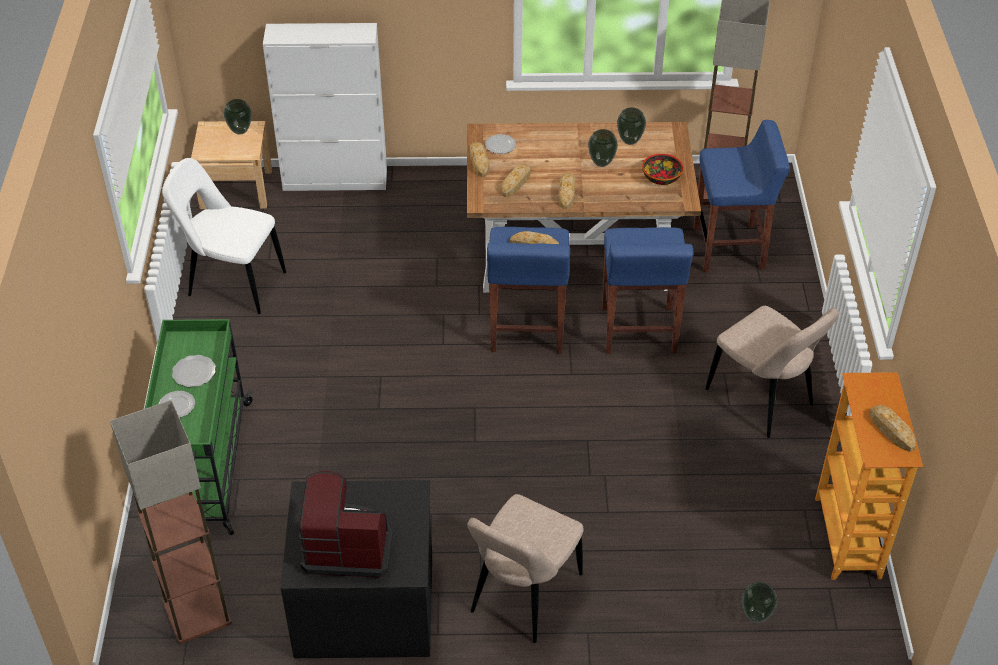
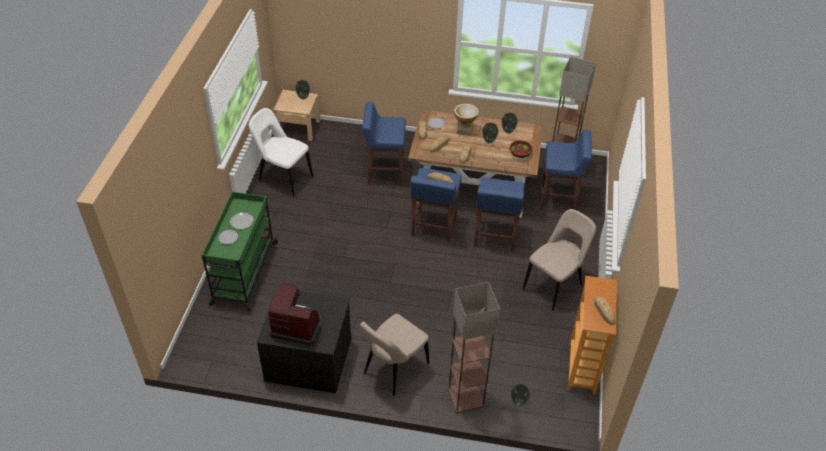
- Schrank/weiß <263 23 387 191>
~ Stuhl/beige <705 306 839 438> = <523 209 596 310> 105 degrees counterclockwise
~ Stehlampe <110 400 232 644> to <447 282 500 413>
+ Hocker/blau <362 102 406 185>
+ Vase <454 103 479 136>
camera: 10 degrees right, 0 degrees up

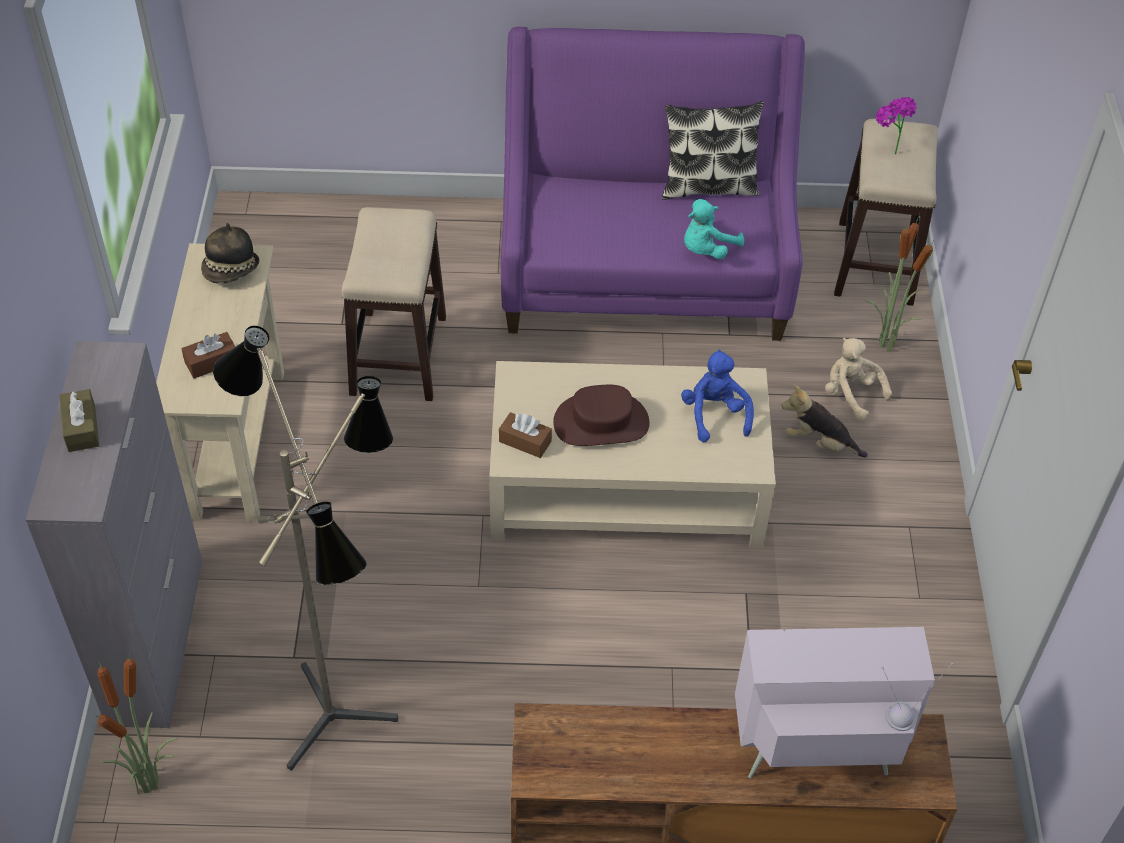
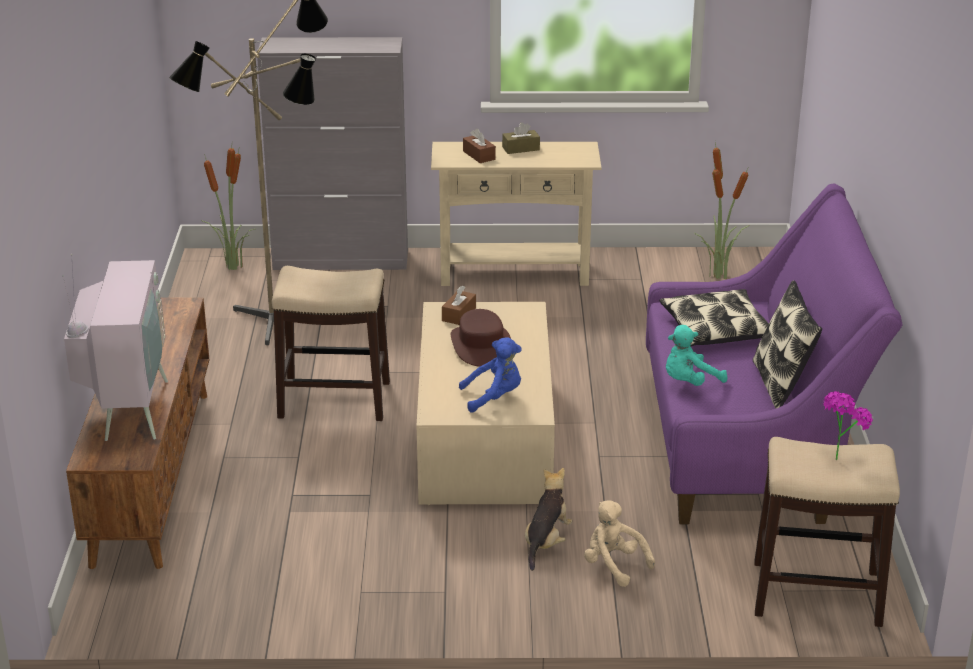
~ Plüschtier/türkis <684 199 744 259> = <666 325 728 386> 75 degrees counterclockwise
~ Hocker <342 207 446 401> to <272 266 390 421>
~ Topfpflanze <865 214 933 352> to <694 142 749 279>
- Hut <201 223 259 284>
~ Plüschtier/beige <825 338 892 421> = <584 500 655 587> 90 degrees counterclockwise
~ Taschentuchbox/braun <59 389 99 452> to <502 122 540 154>
+ Kissen <660 289 769 346>
camera: 90 degrees right, 20 degrees down

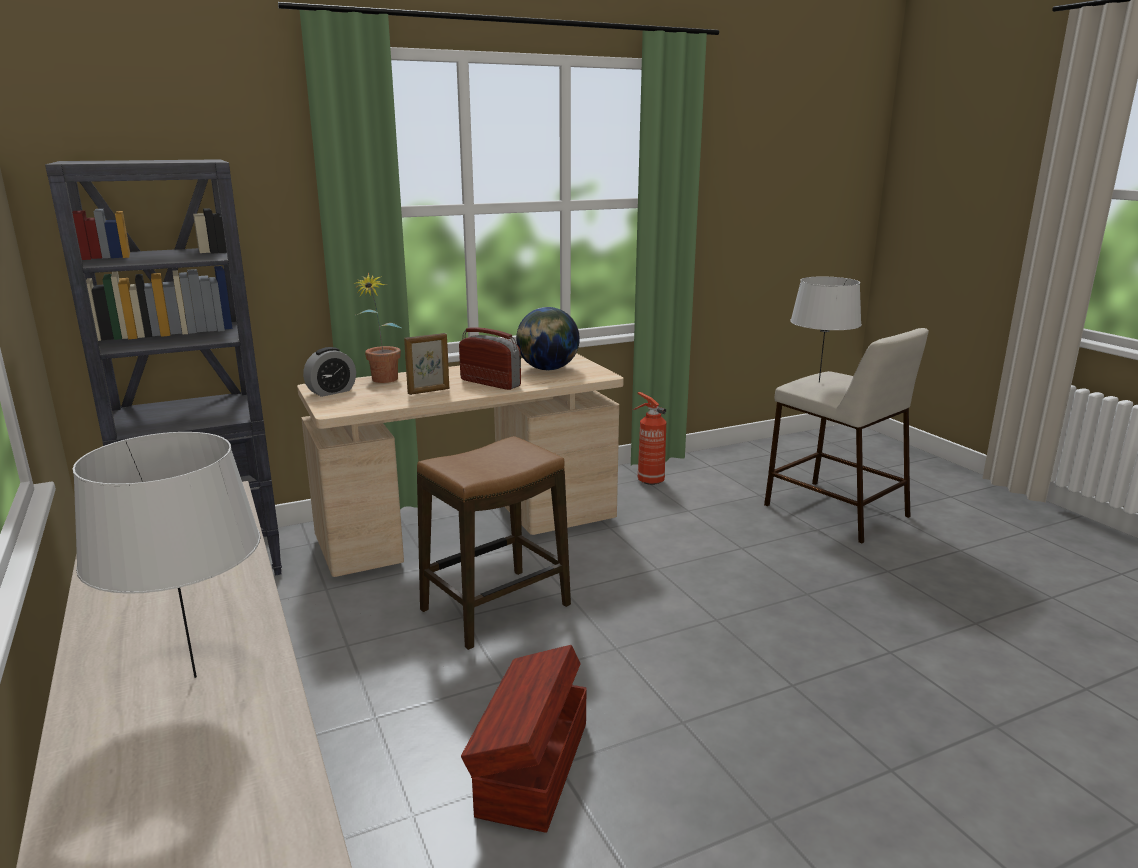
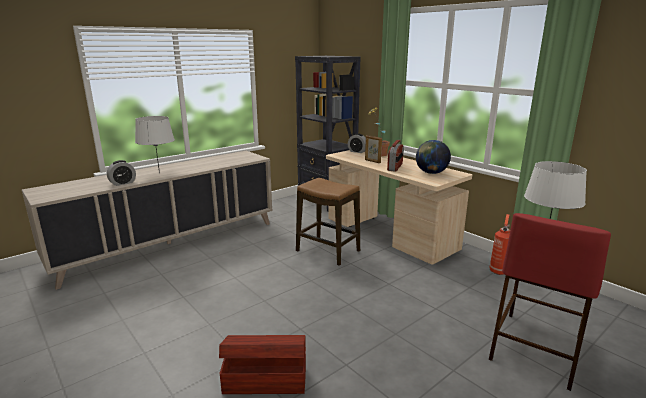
~ Hocker/beige <764 328 929 544> to Hocker/rot <489 213 611 391>
~ Aufbewahrungsbox/braun <461 645 587 833> to <219 335 306 394>
+ Wecker <107 160 136 186>
camera: 75 degrees right, 0 degrees up

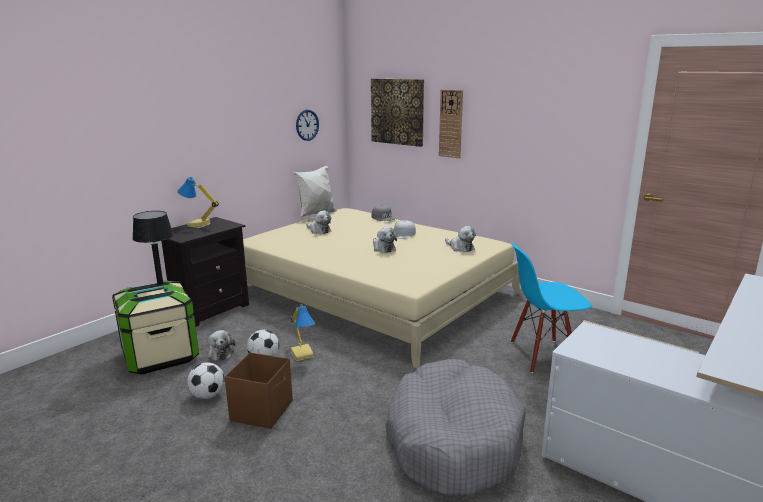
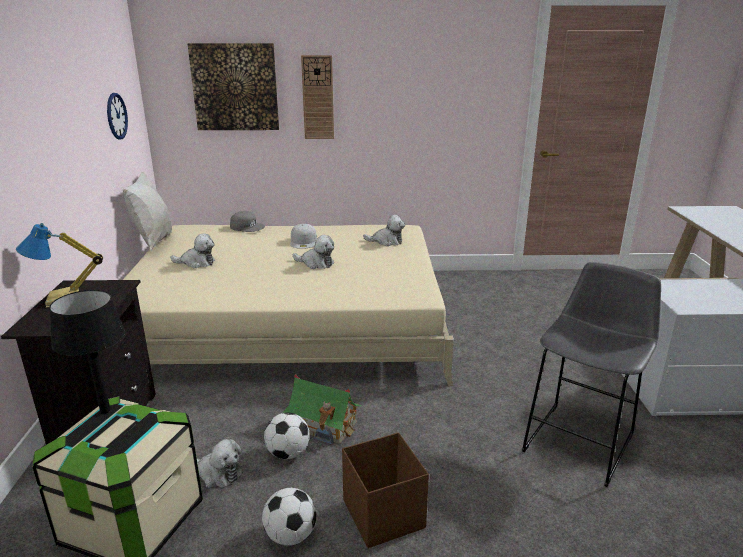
- Stuhl/blau <511 243 591 373>
~ Tischlampe <291 304 316 361> to Spielzeughaus <283 374 362 444>
~ Hundebett/grau <385 359 526 497> to Hocker/grau <522 262 661 487>
camera: 40 degrees left, 5 degrees up

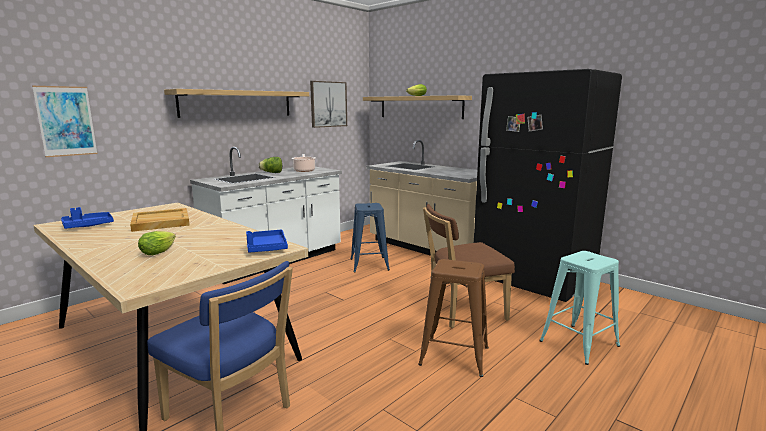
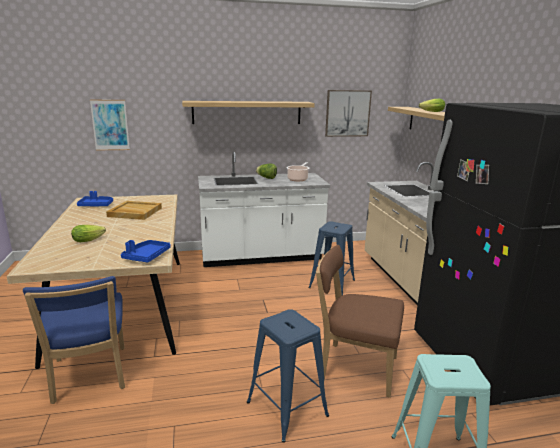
~ Hocker/braun <418 259 489 377> to Hocker/blau <247 309 329 443>
camera: 35 degrees right, 5 degrees up

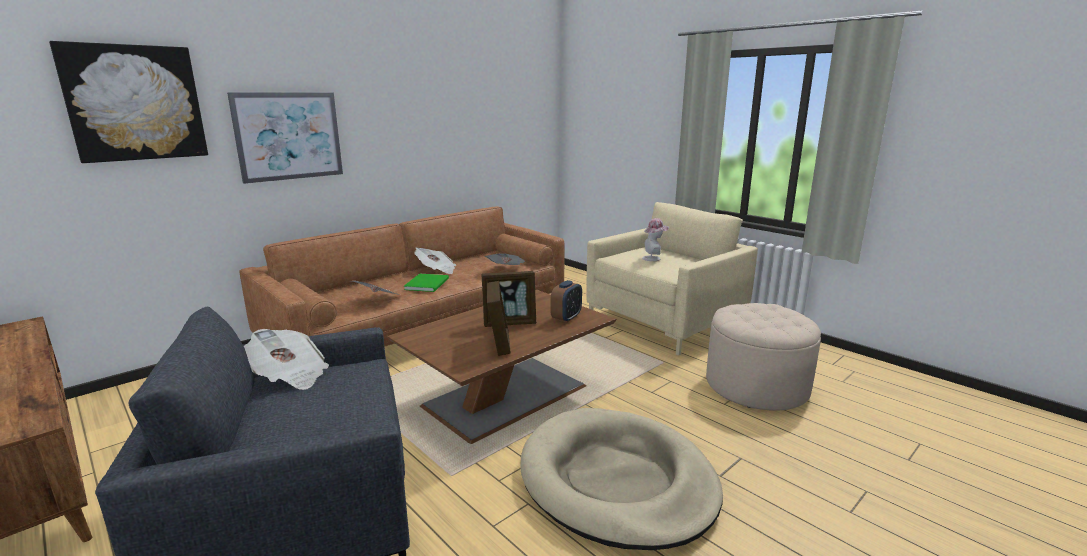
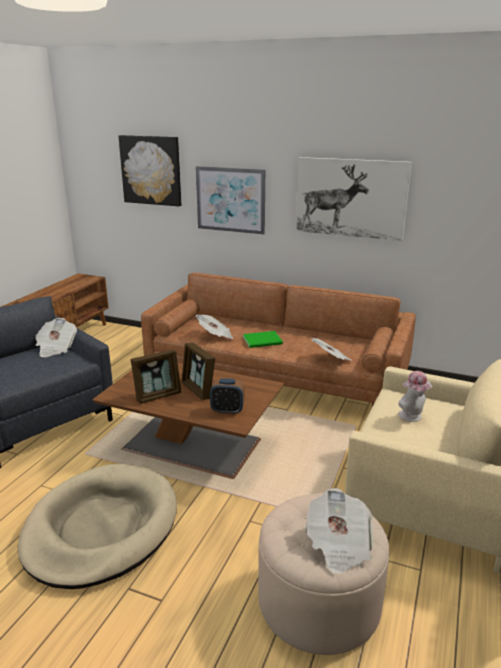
~ Zeitung <414 247 456 274> to <305 488 373 574>
+ Bild <296 157 412 241>
camera: 65 degrees right, 5 degrees up

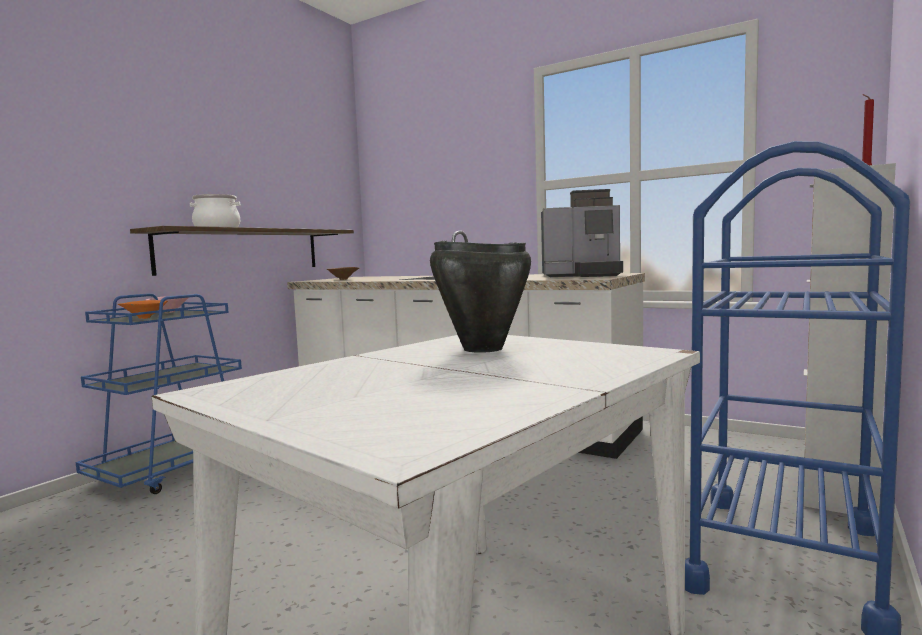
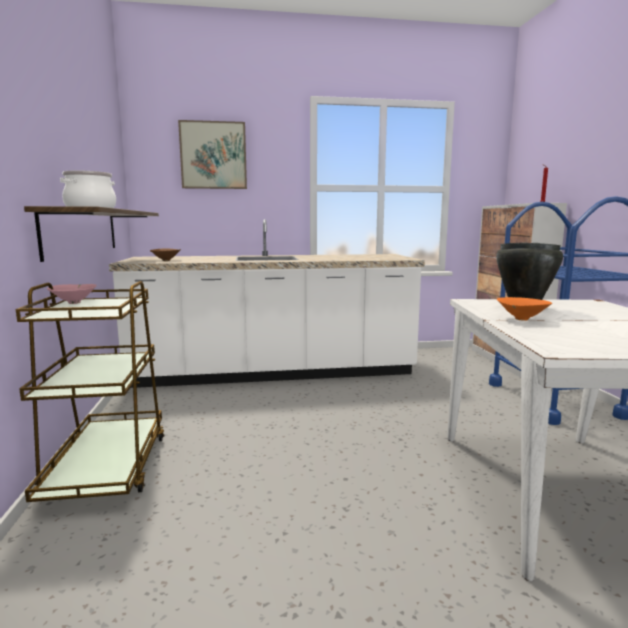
- Kaffeemaschine <541 189 623 277>
~ Rollwagen/blau <76 293 242 494> to Rollwagen/braun <16 281 165 502>
~ Schüssel/orange <118 300 168 319> to <497 297 552 321>
+ Bild <178 120 247 189>
camera: 40 degrees left, 5 degrees up

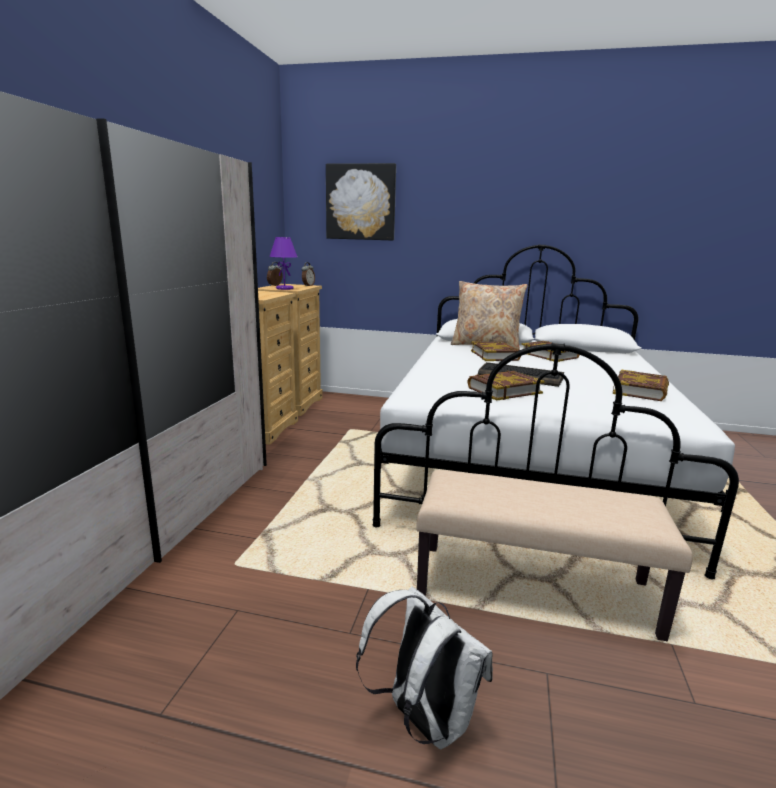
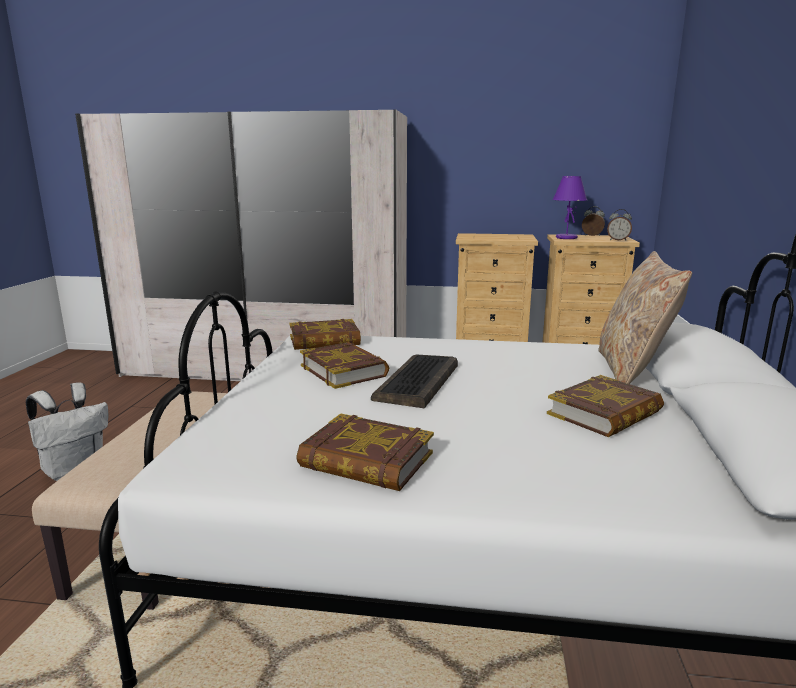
- Bild <326 163 396 241>
~ Buch <471 341 521 361> to <289 319 361 350>
camera: 85 degrees right, 0 degrees up

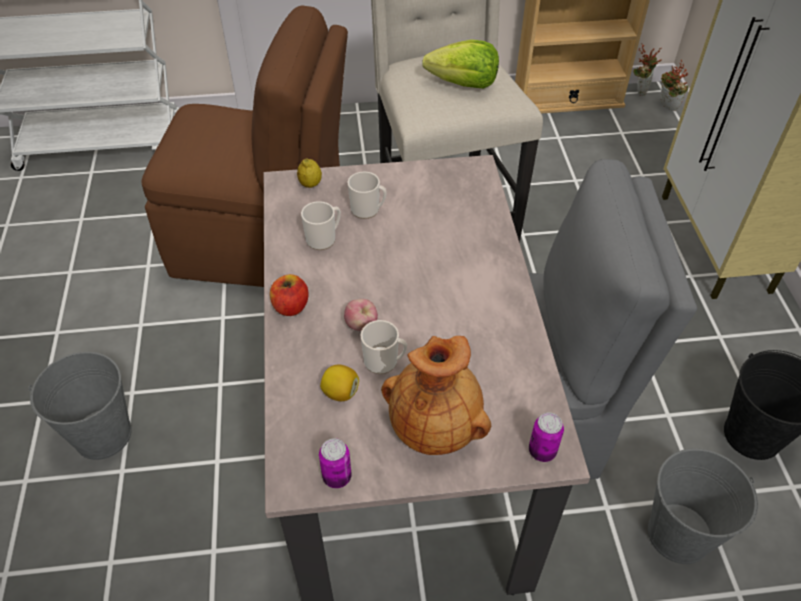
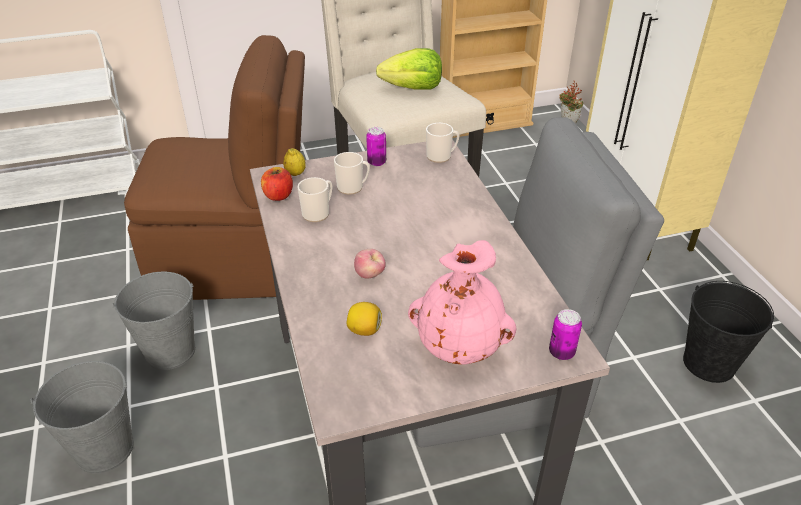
- Topfpflanze <633 43 662 96>
~ Apfel <270 274 309 316> to <261 167 293 201>
~ Henkelbecher <361 320 407 374> to <426 123 459 163>
~ Vase/braun <381 336 491 455> to Vase/rosa <408 240 516 365>
~ Dose <319 438 352 488> to <366 127 386 166>
~ Eimer/grau <648 448 758 564> to <112 272 195 370>
camera: 10 degrees left, 10 degrees down

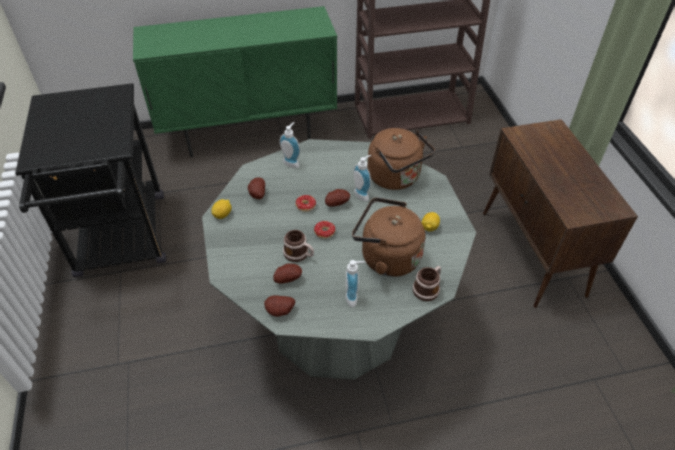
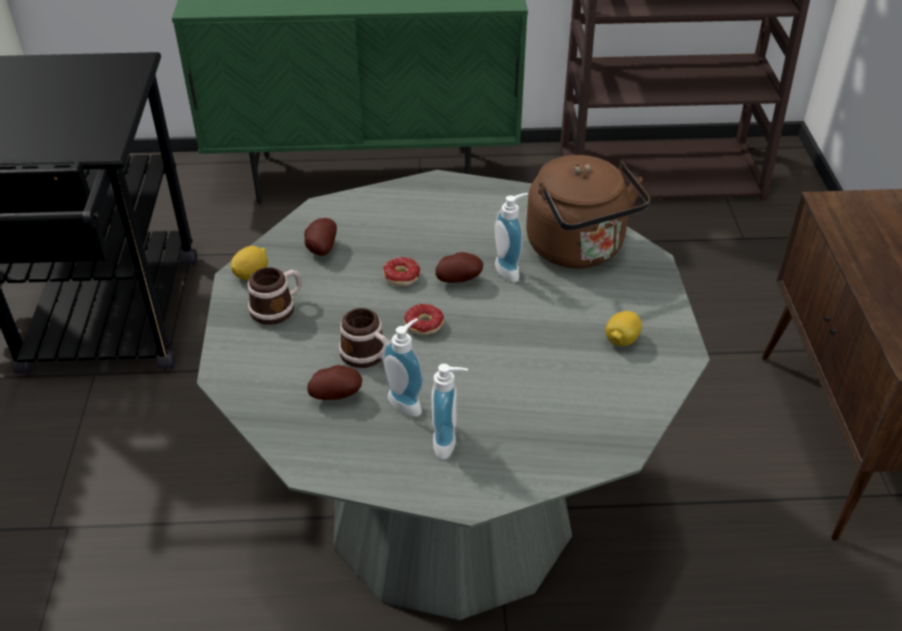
~ Seifenspender <280 122 300 168> to <382 318 424 417>
- Wasserkessel/braun <352 197 425 277>
~ Henkelbecher <413 266 441 301> to <248 267 302 325>
- Kartoffel <264 295 295 317>
camera: 10 degrees right, 5 degrees down

